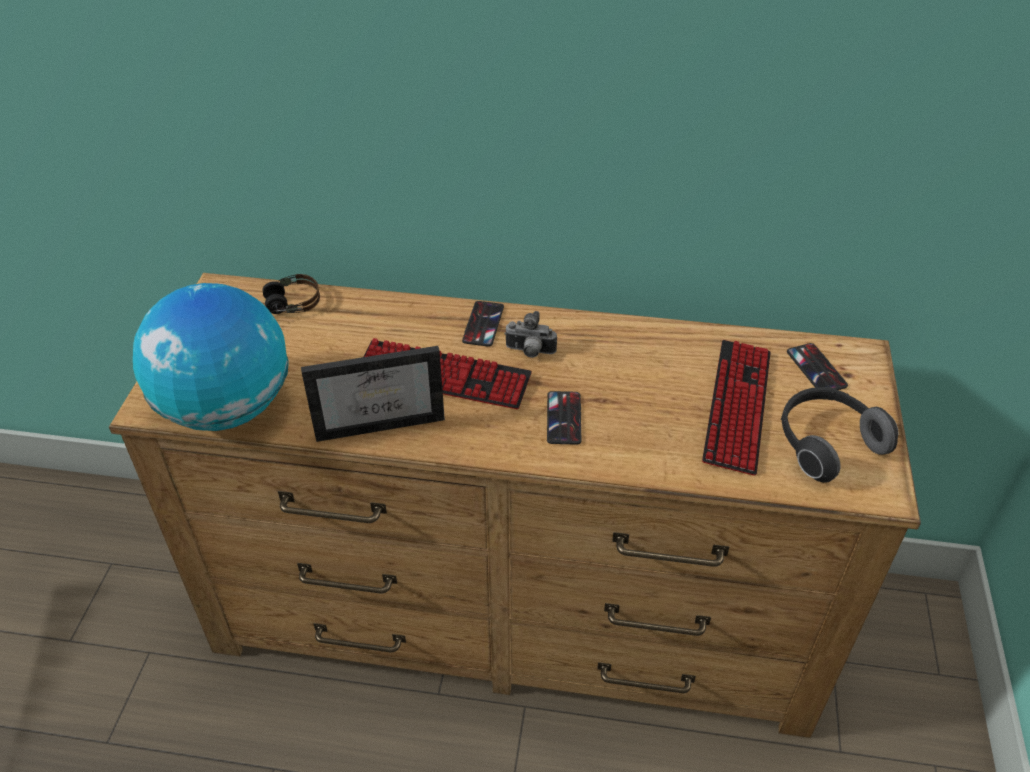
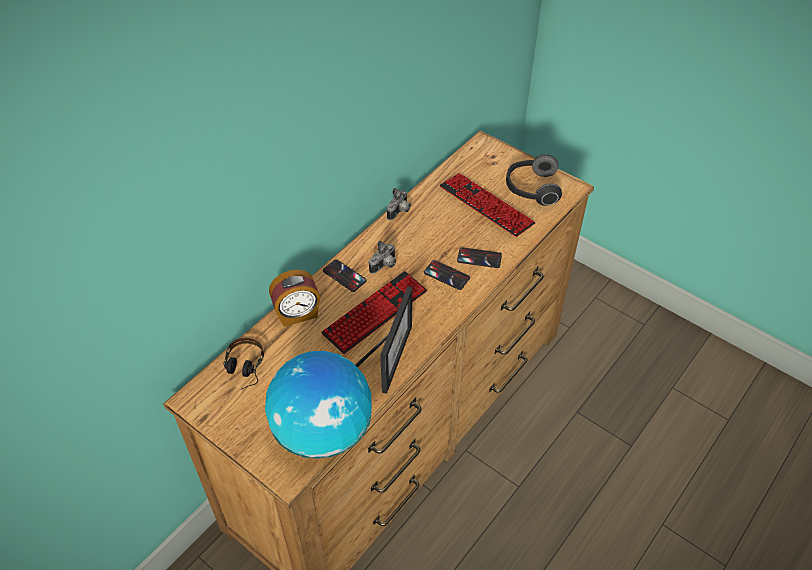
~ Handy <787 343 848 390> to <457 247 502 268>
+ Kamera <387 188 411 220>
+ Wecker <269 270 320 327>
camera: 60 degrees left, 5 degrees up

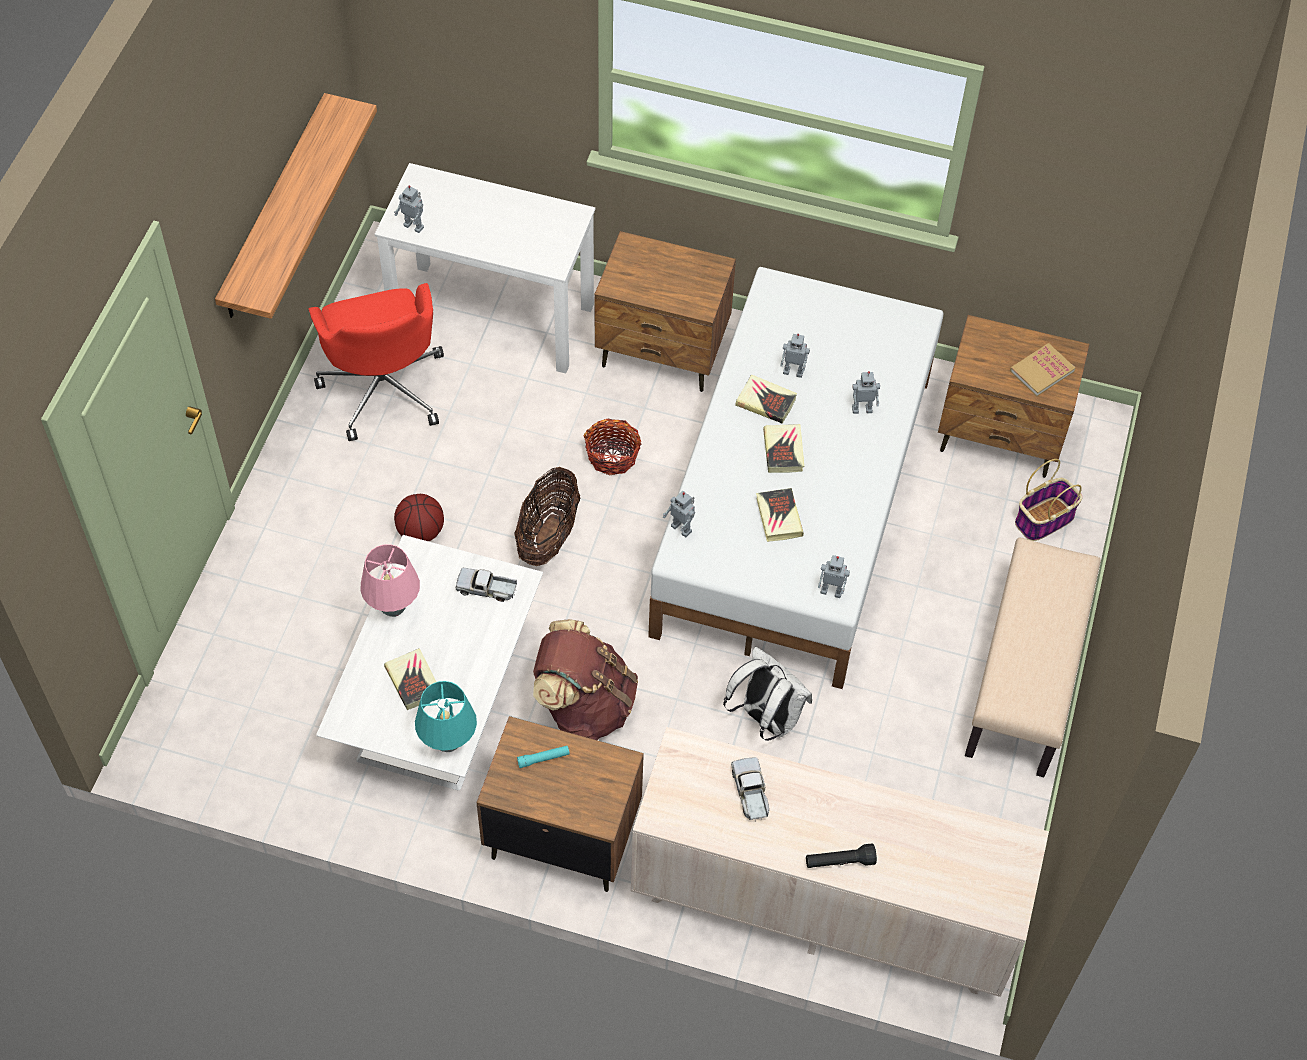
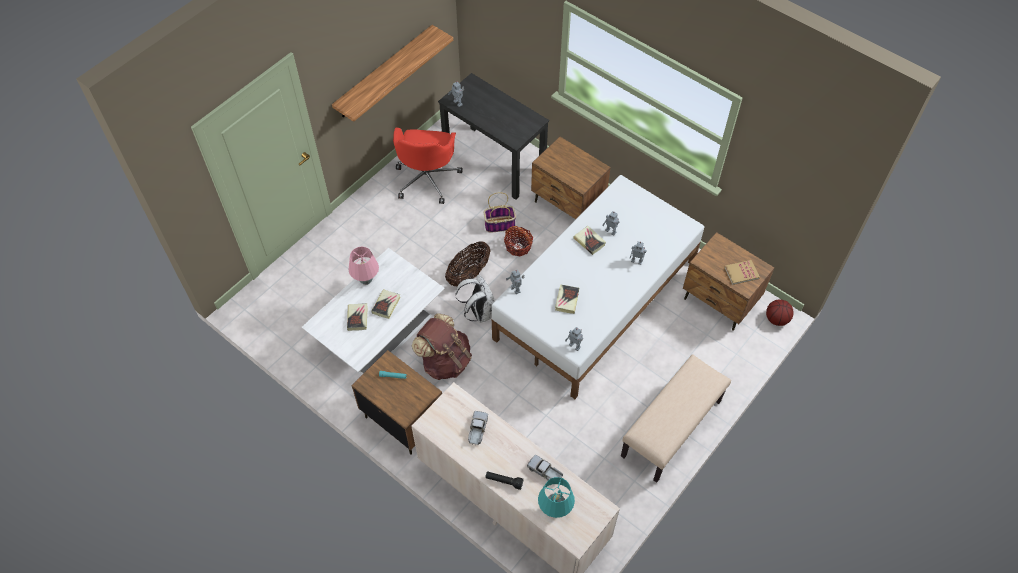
~ Schreibtisch/weiß <375 163 595 373> to Schreibtisch/schwarz <438 73 549 200>
~ Buch <763 424 804 473> to <371 289 400 319>
~ Korb <1015 459 1083 541> to <484 192 516 233>
~ Basketball <394 494 444 541> to <766 299 793 326>
~ Spielzeuglaster <456 568 517 602> to <527 455 563 480>
~ Rucksack/weiß <723 647 812 741> to <455 274 495 323>
~ Tischlampe/türkis <415 681 477 752> to <538 477 575 518>
camera: 25 degrees right, 0 degrees up

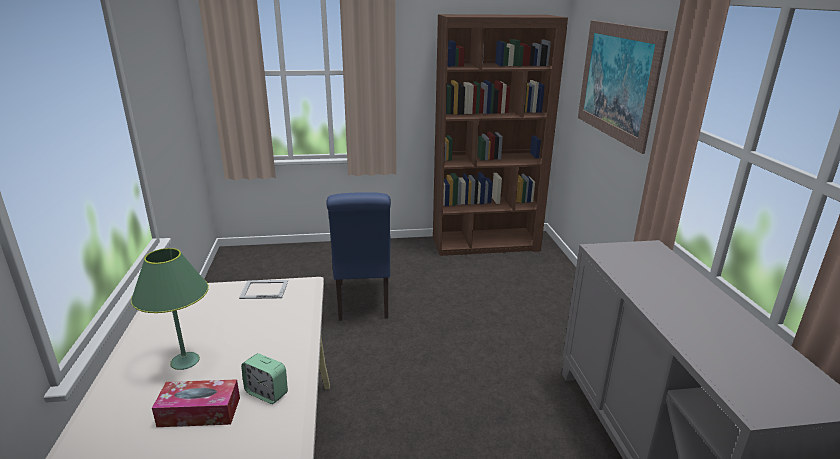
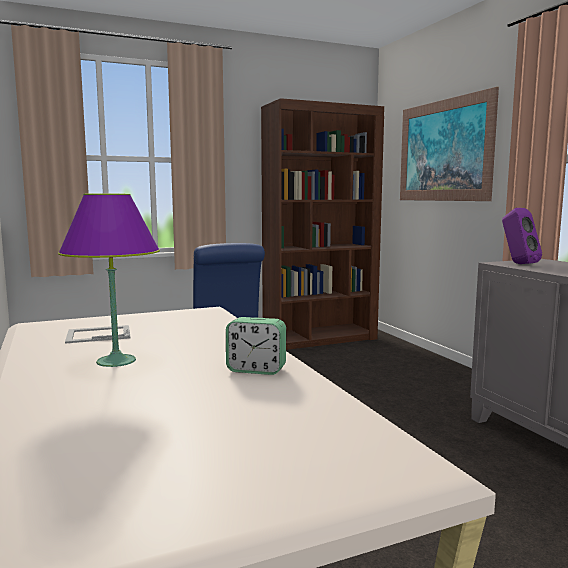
~ Tischlampe/grün <131 248 209 370> to Tischlampe/lila <58 194 160 367>
~ Bilderrahmen <239 280 288 299> to <65 325 130 343>
- Taschentuchbox <152 379 240 427>
+ Lautsprecher/lila <502 208 542 264>
camera: 15 degrees left, 15 degrees down

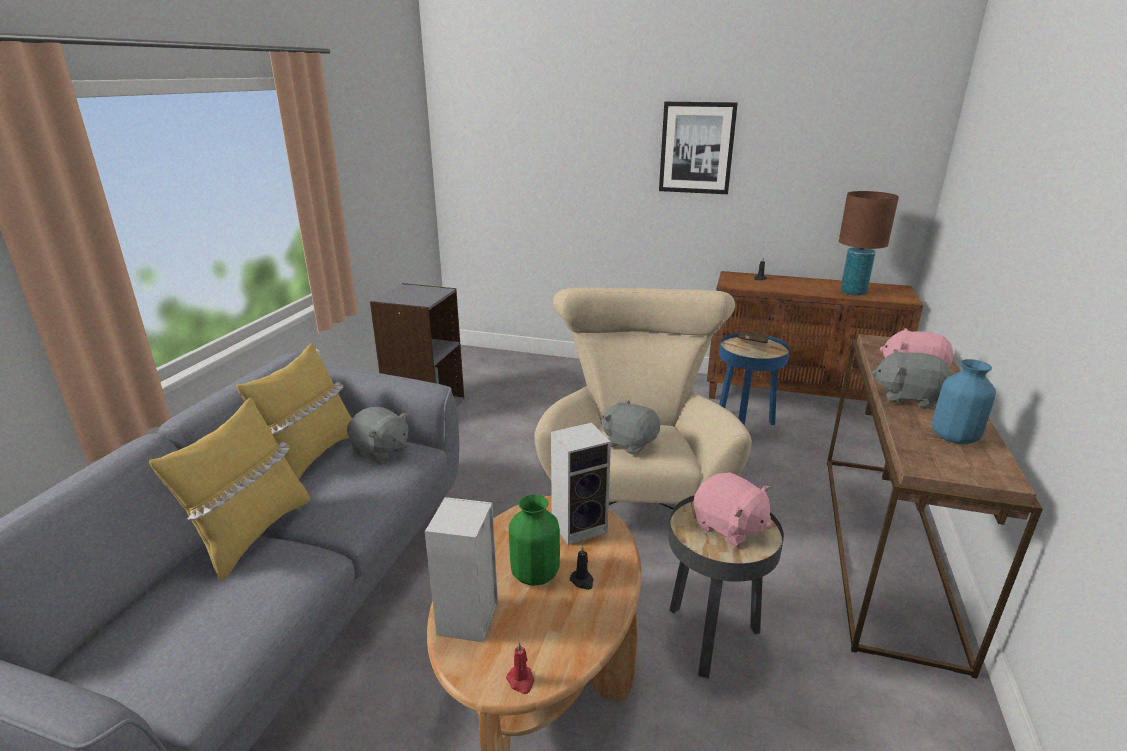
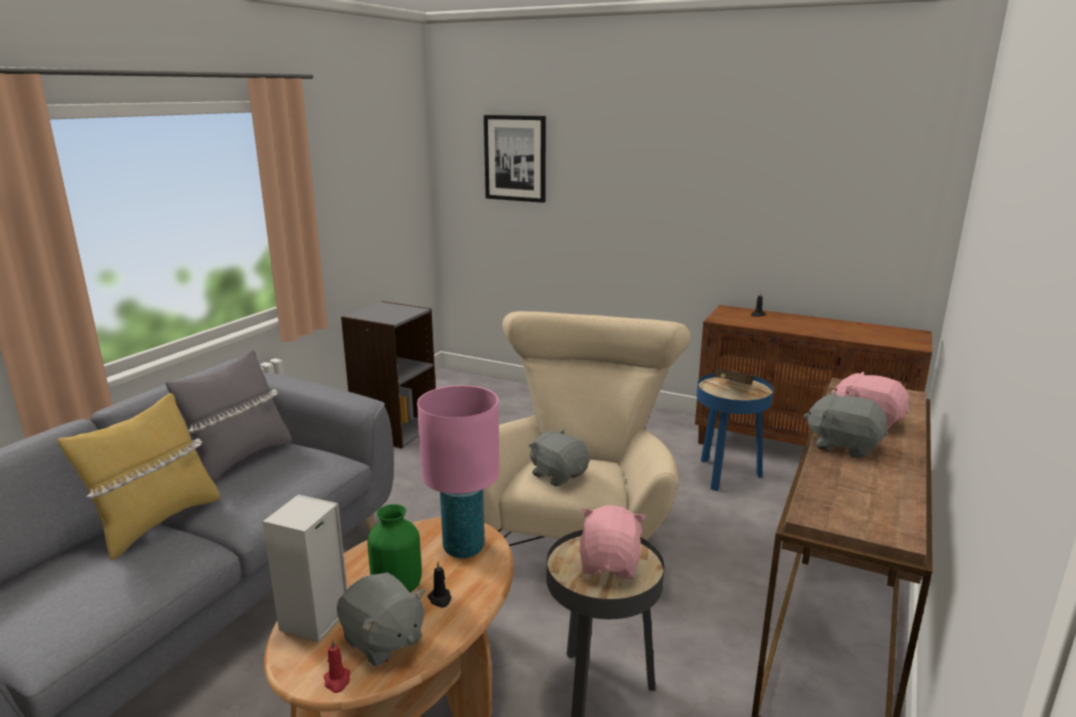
~ Bild <659 102 738 194> to <484 115 546 203>
- Tischlampe/braun <839 191 899 295>
~ Kissen/gelb <236 343 352 480> to Kissen/grau <166 350 292 482>
- Vase/blau <932 359 996 444>
~ Plüschtier/grau <347 407 409 463> to <337 573 425 666>
~ Lautsprecher <551 422 611 545> to Tischlampe/rosa <417 385 500 558>
~ Plüschtier/rosa <693 472 772 547> = <579 505 646 579> 135 degrees counterclockwise
camera: 10 degrees right, 5 degrees down

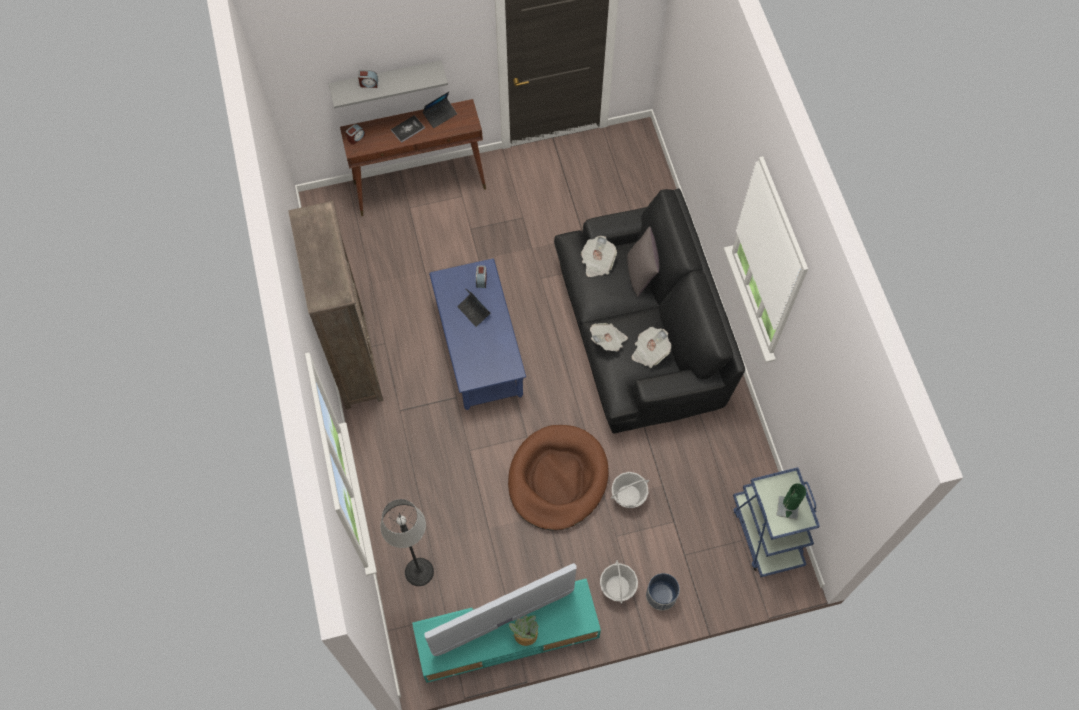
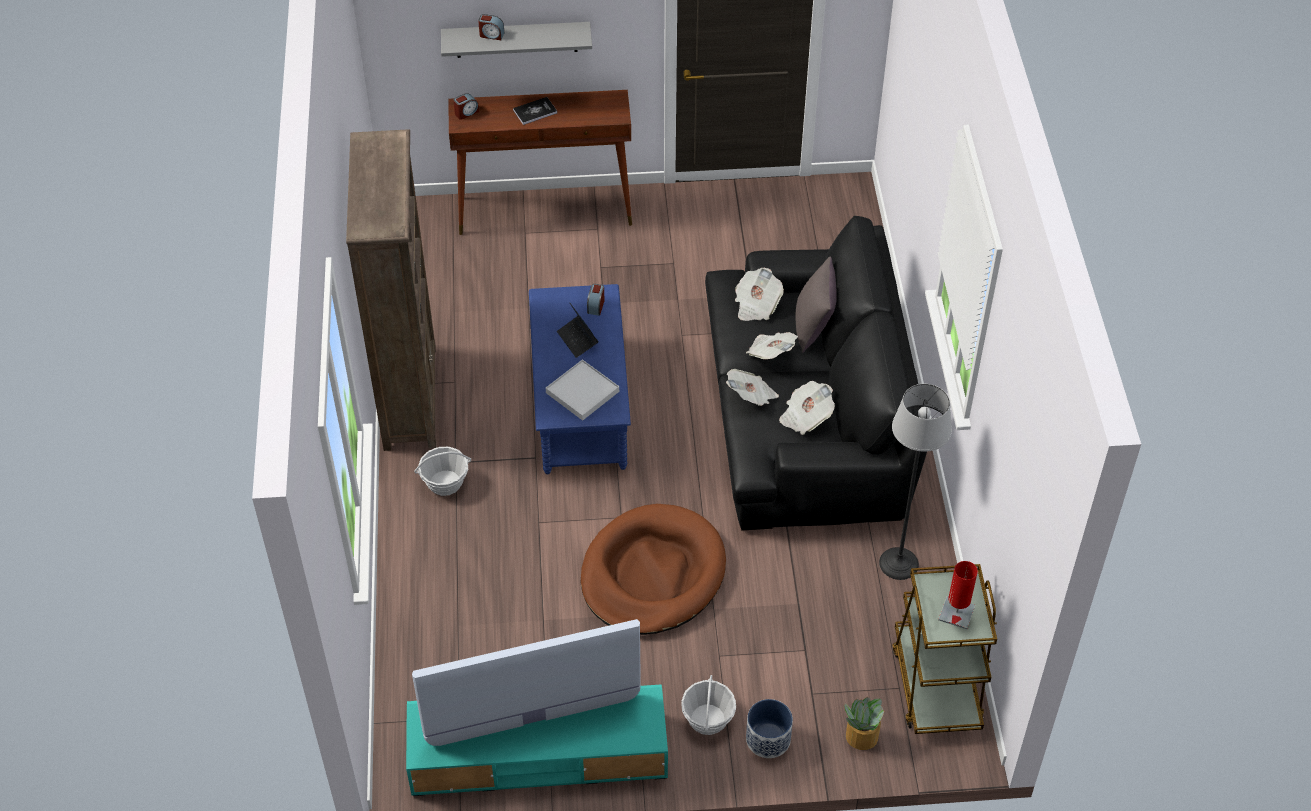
- Laptop <423 92 457 128>
~ Rollwagen/blau <733 467 820 577> to Rollwagen/braun <892 564 997 734>
~ Korb <611 472 649 508> to <414 447 471 496>
~ Tischlampe/grün <776 483 806 520> to Tischlampe/rot <938 561 978 629>
~ Stehlampe <380 499 434 586> to <879 384 952 580>
~ Topfpflanze <509 615 538 646> to <844 697 884 750>
+ Zeitung <746 332 798 359>
+ Tablett/weiß <546 359 619 421>
camera: 10 degrees right, 15 degrees down

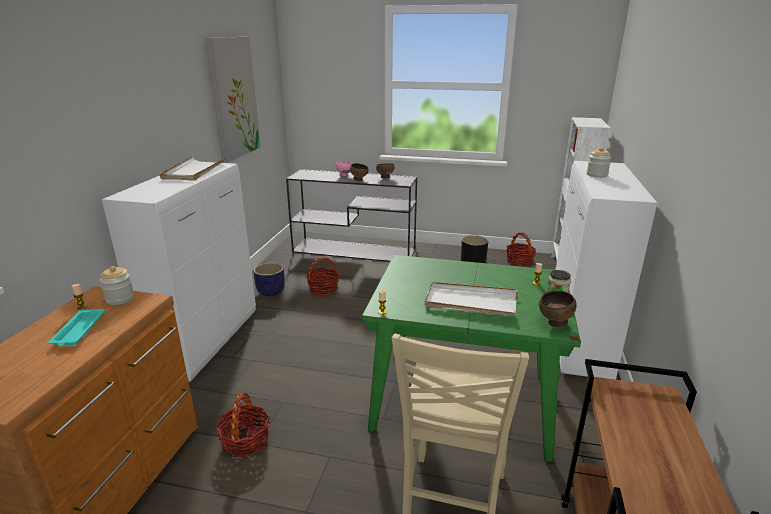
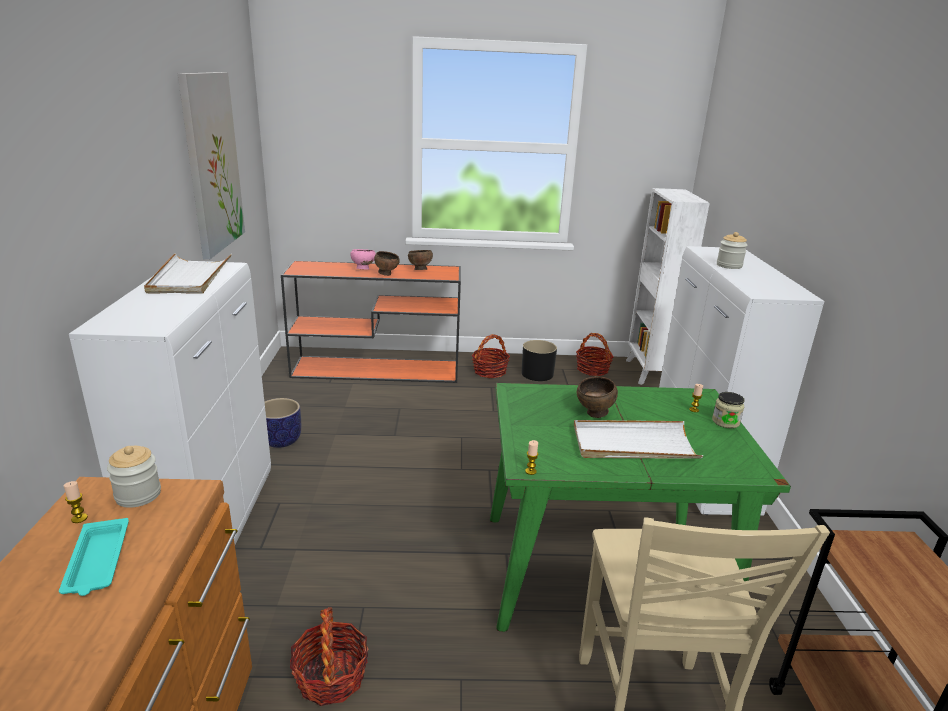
~ Konsolentisch/grau <286 169 417 262> to Konsolentisch/orange <281 260 461 383>
~ Korb <306 257 339 295> to <472 334 510 378>
~ Schüssel/braun <539 290 577 327> to <577 376 618 418>
camera: 15 degrees left, 0 degrees up

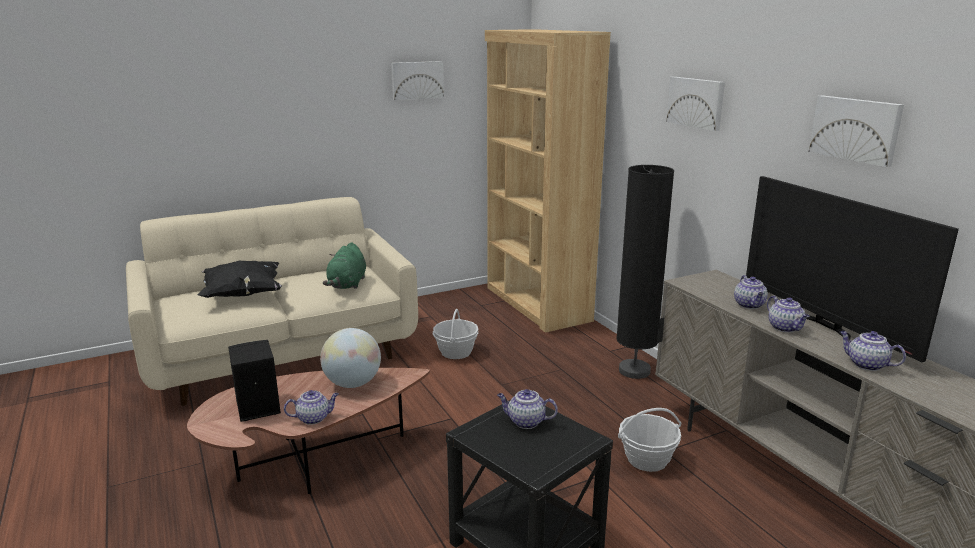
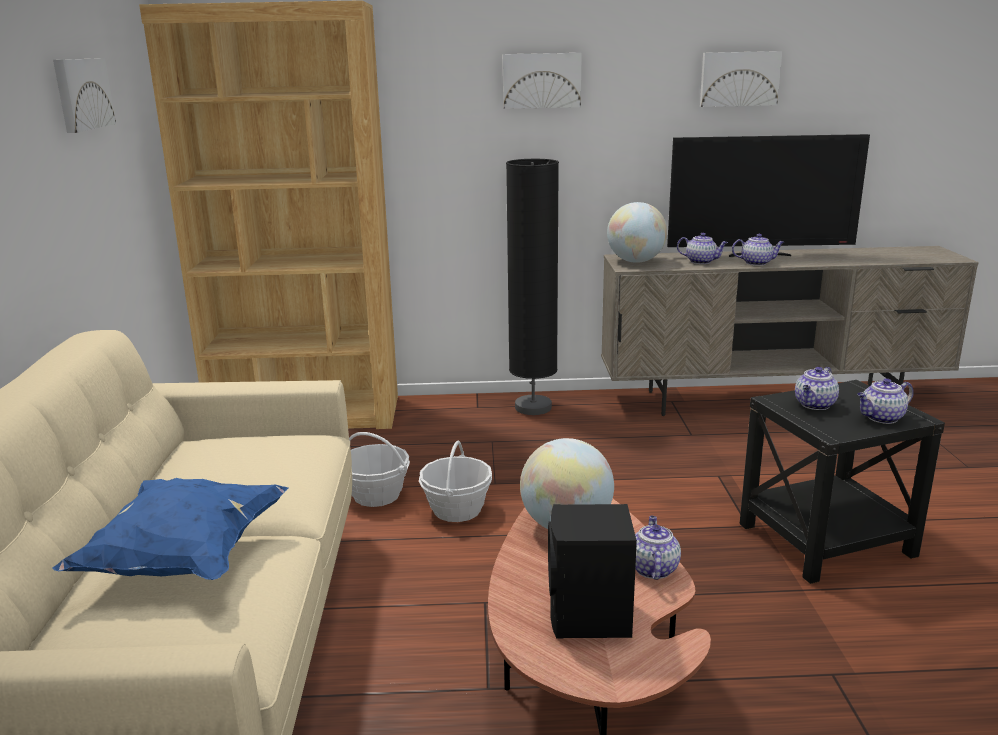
- Plüschtier/grün <323 242 366 289>
~ Kissen/schwarz <198 261 282 298> to Kissen/blau <52 478 288 580>
~ Teekanne <840 331 906 371> to <857 378 914 424>
~ Korb <618 408 681 472> to <419 441 492 522>
+ Globus <607 202 667 263>
camera: 65 degrees left, 0 degrees up

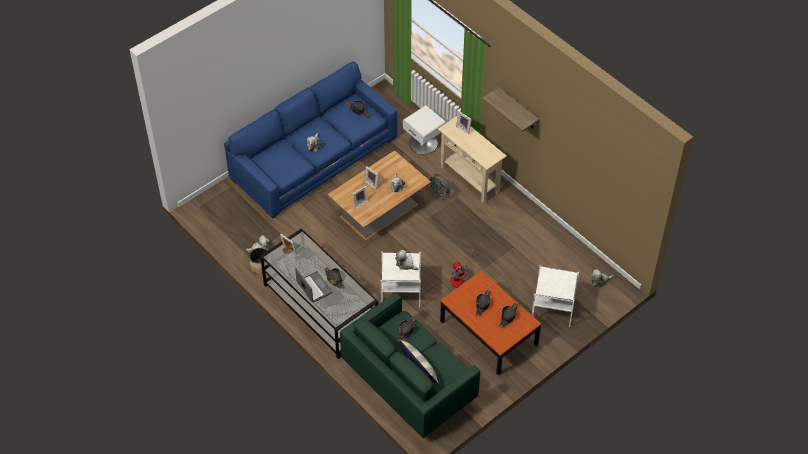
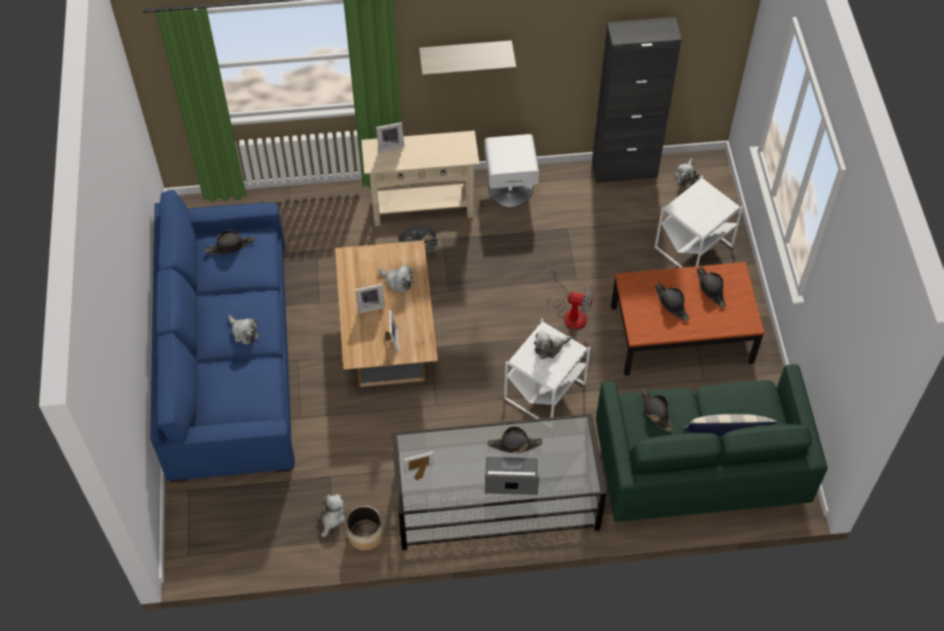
~ Nachttisch/weiß <403 105 446 154> to <484 134 539 207>
+ Schrank/schwarz <592 17 681 183>
camera: 55 degrees left, 5 degrees up

